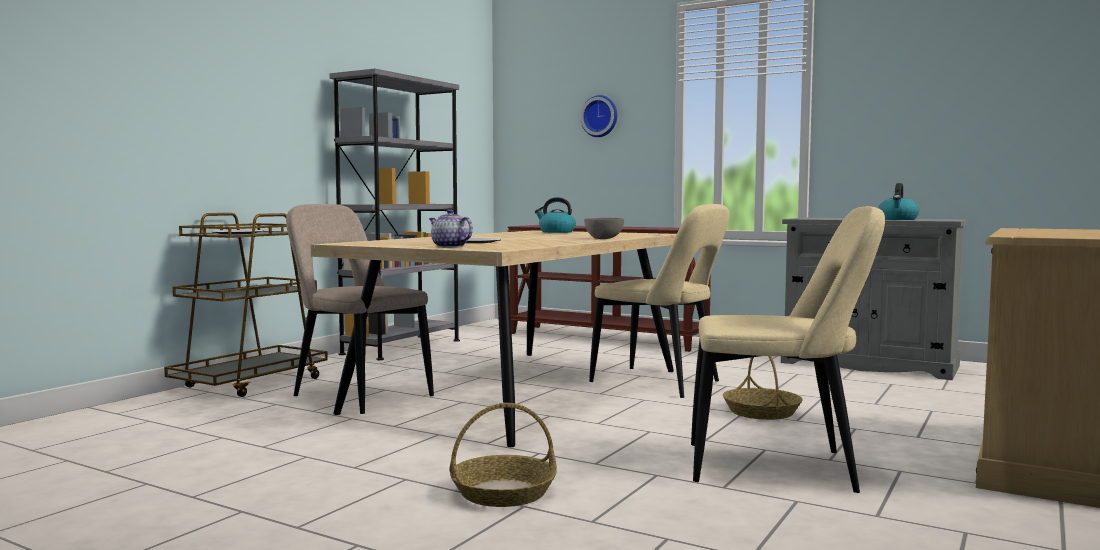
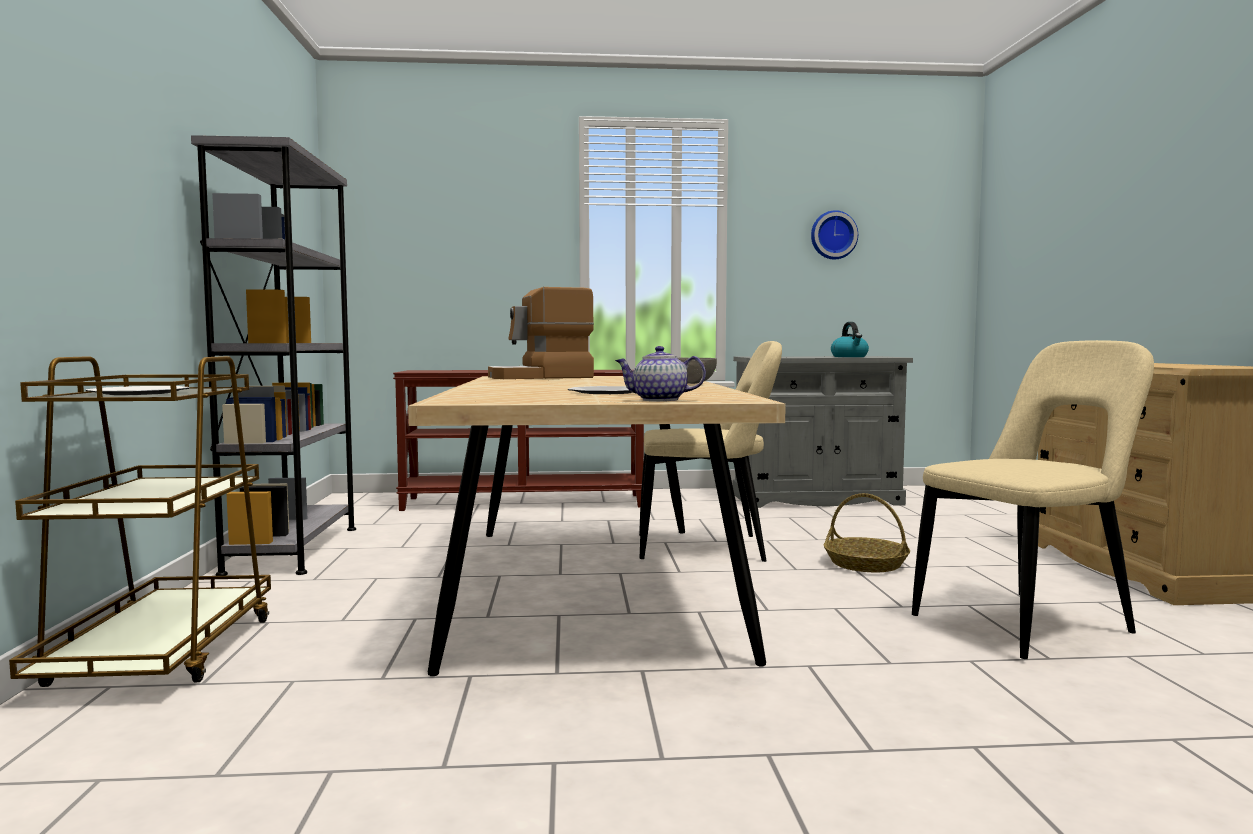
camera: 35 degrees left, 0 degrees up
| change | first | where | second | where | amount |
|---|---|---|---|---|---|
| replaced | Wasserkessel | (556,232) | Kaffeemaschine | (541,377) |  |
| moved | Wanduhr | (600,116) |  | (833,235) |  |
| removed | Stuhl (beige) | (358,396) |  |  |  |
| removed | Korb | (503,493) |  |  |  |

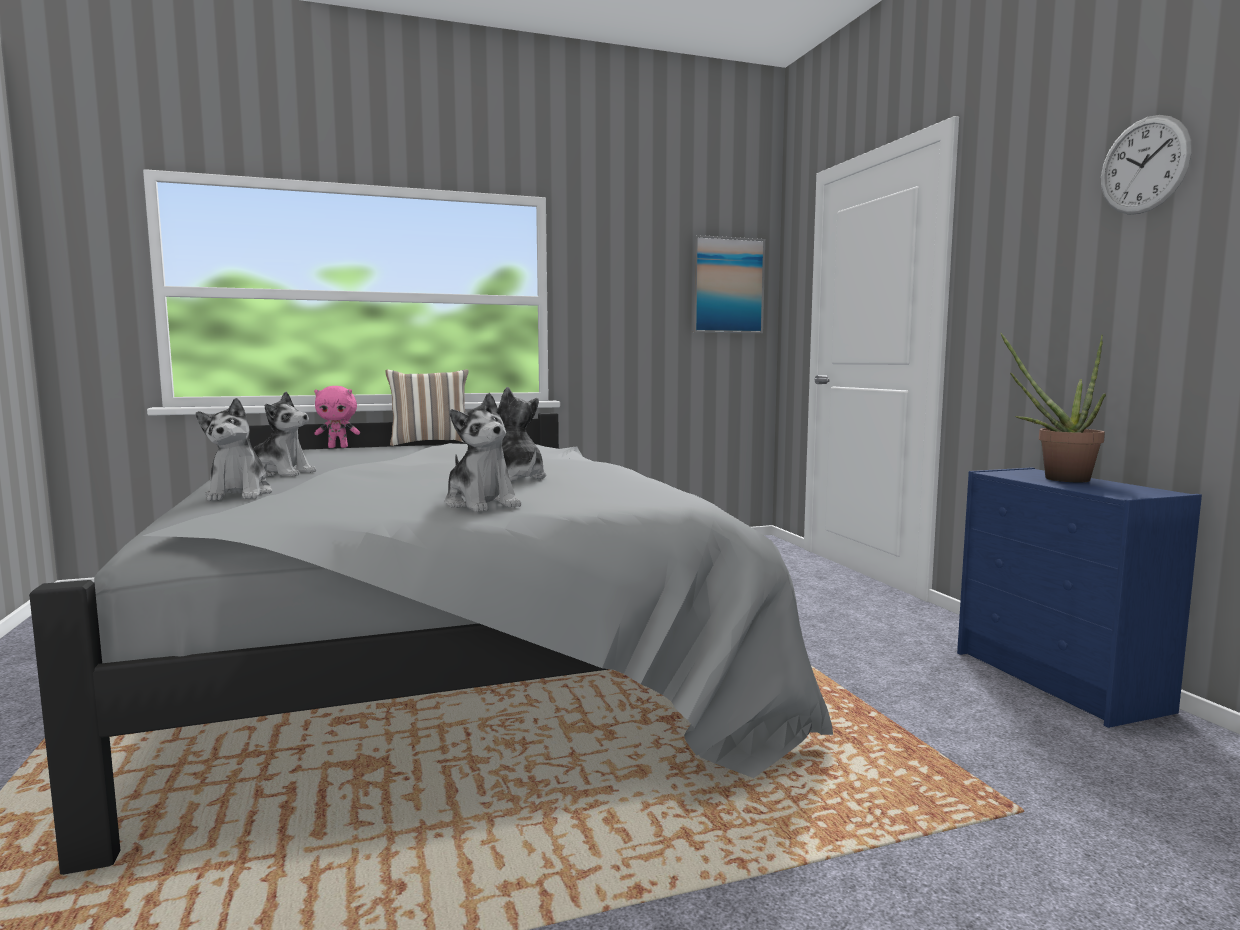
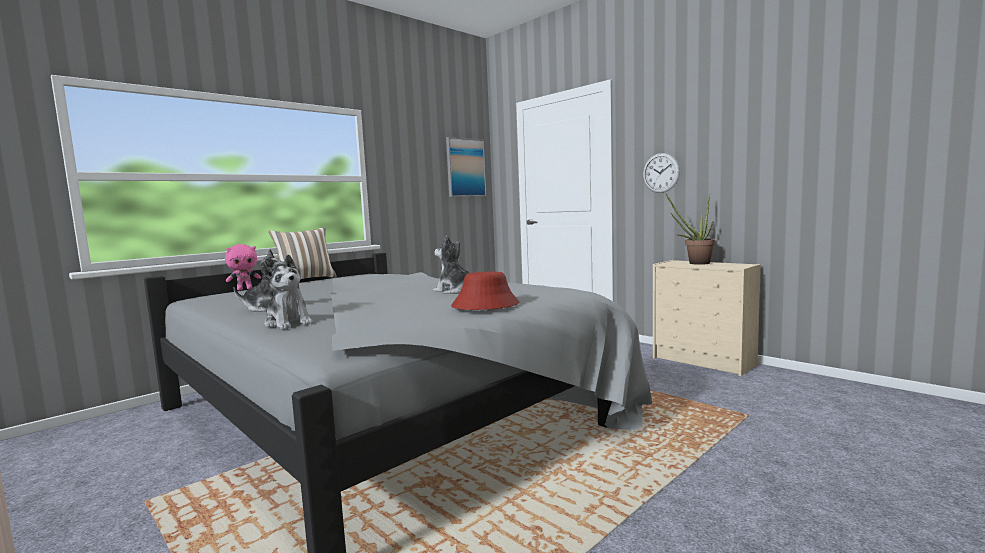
camera: 25 degrees left, 0 degrees up
| change | first | where | second | where | amount |
|---|---|---|---|---|---|
| replaced | Plüschtier | (481,504) | Hut (rot) | (485,305) |  |
| moved | Wanduhr | (1144,165) |  | (660,173) |  |
| recoloured | Kommode (blau) | (1060,681) | Kommode (beige) | (704,361) |  |

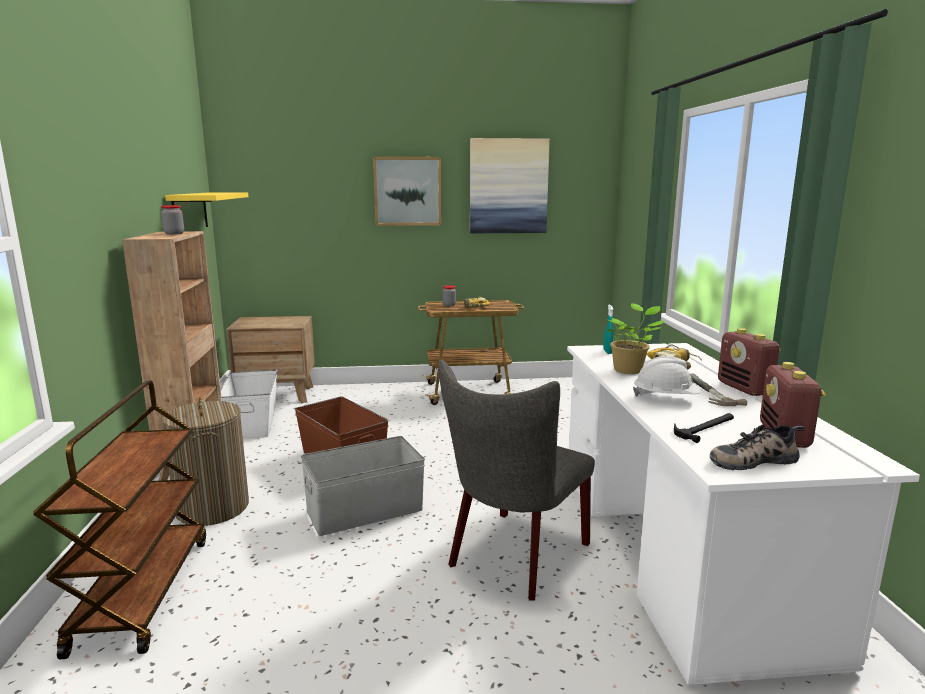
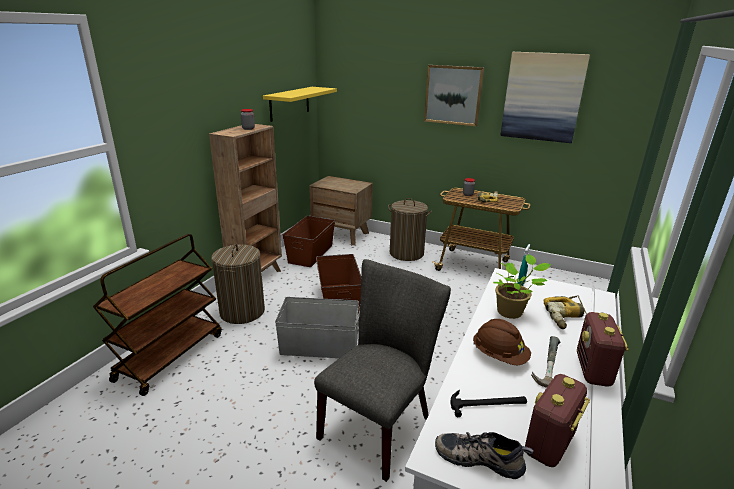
camera: 30 degrees right, 10 degrees up
| change | first | where | second | where | amount |
|---|---|---|---|---|---|
| recoloured | Aufbewahrungsbox (weiß) | (253,423) | Aufbewahrungsbox (braun) | (311,253) |  |
| turned | Stuhl (grau) | (514,558) |  | (380,423) | 150 degrees clockwise |
| added |  |  | Wäschekorb | (406,253) |  |
| recoloured | Schutzhelm (weiß) | (665,398) | Schutzhelm (braun) | (499,356) |  |

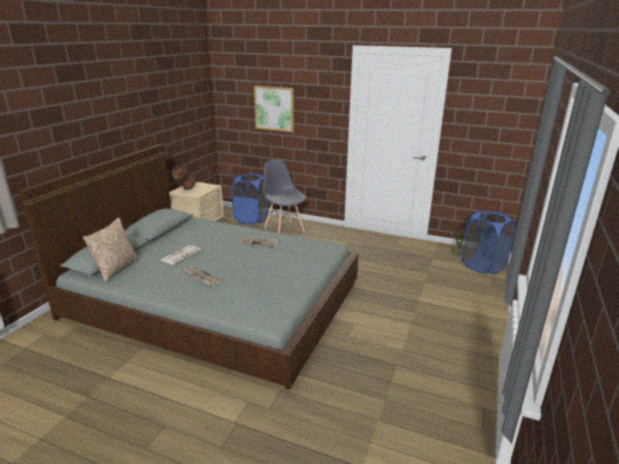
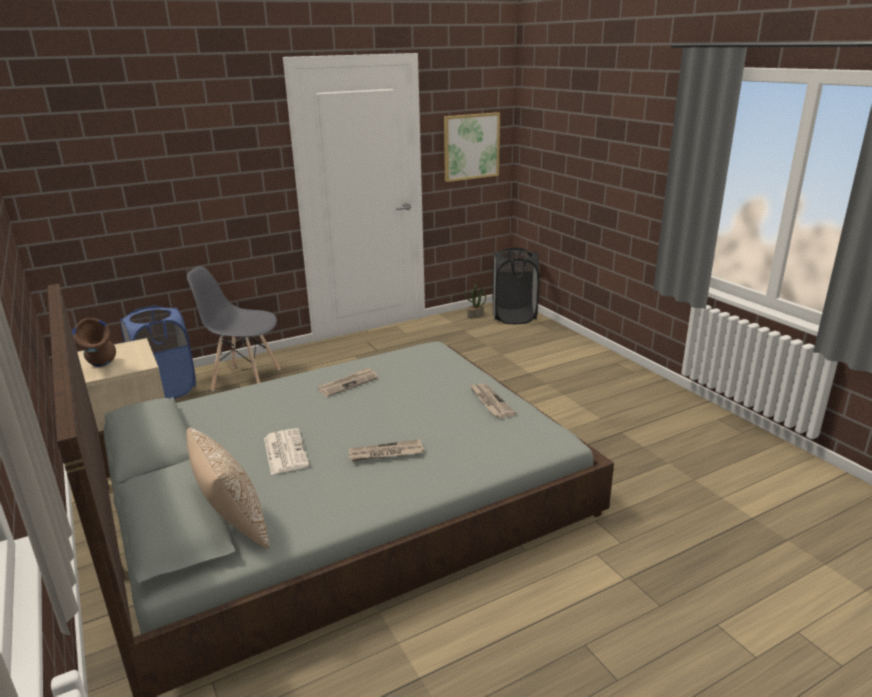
camera: 50 degrees left, 0 degrees up
| change | first | where | second | where | amount |
|---|---|---|---|---|---|
| moved | Bild | (274,108) |  | (471,146) |  |
| added |  |  | Zeitung | (490,402) |  |
| recoloured | Wäschekorb (blau) | (483,266) | Wäschekorb (schwarz) | (514,317) |  |

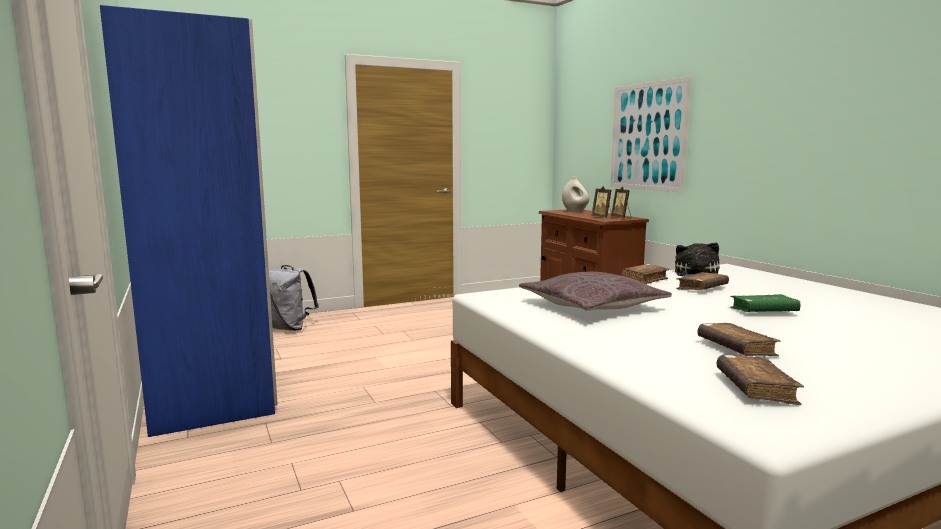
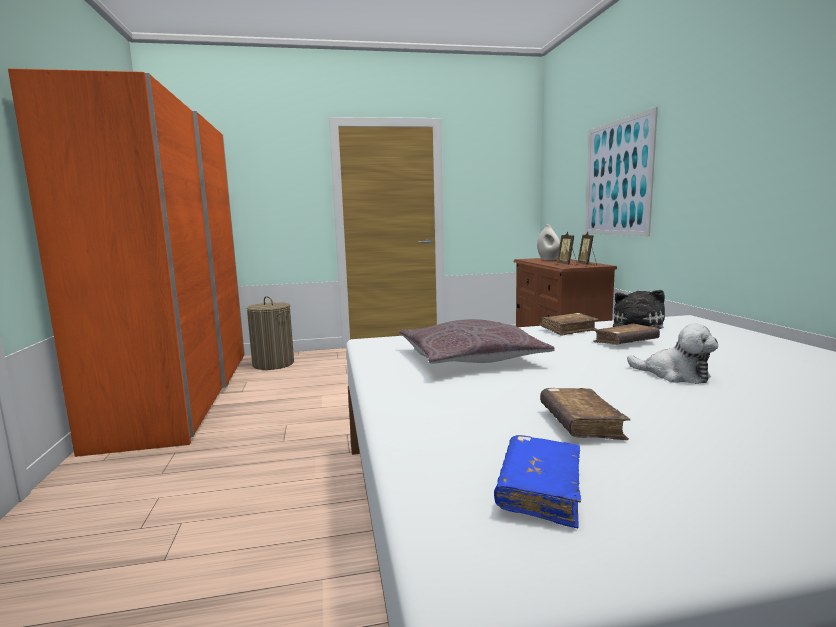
camera: 15 degrees right, 0 degrees up
| change | first | where | second | where | amount |
|---|---|---|---|---|---|
| recoloured | Kleiderschrank (blau) | (209,367) | Kleiderschrank (orange) | (180,395) |  |
| replaced | Rucksack (grau) | (290,328) | Wäschekorb | (273,364) |  |
| recoloured | Buch (braun) | (755,389) | Buch (blau) | (540,490) |  |
| replaced | Buch (grün) | (763,312) | Plüschtier | (674,375) |  |

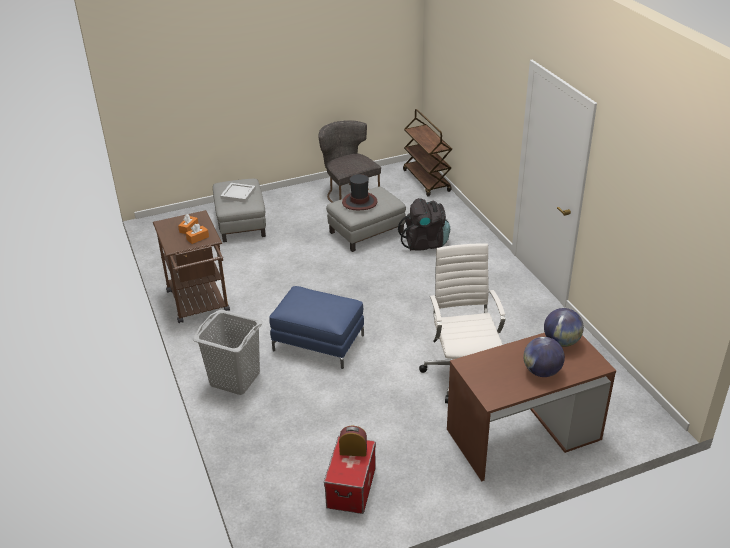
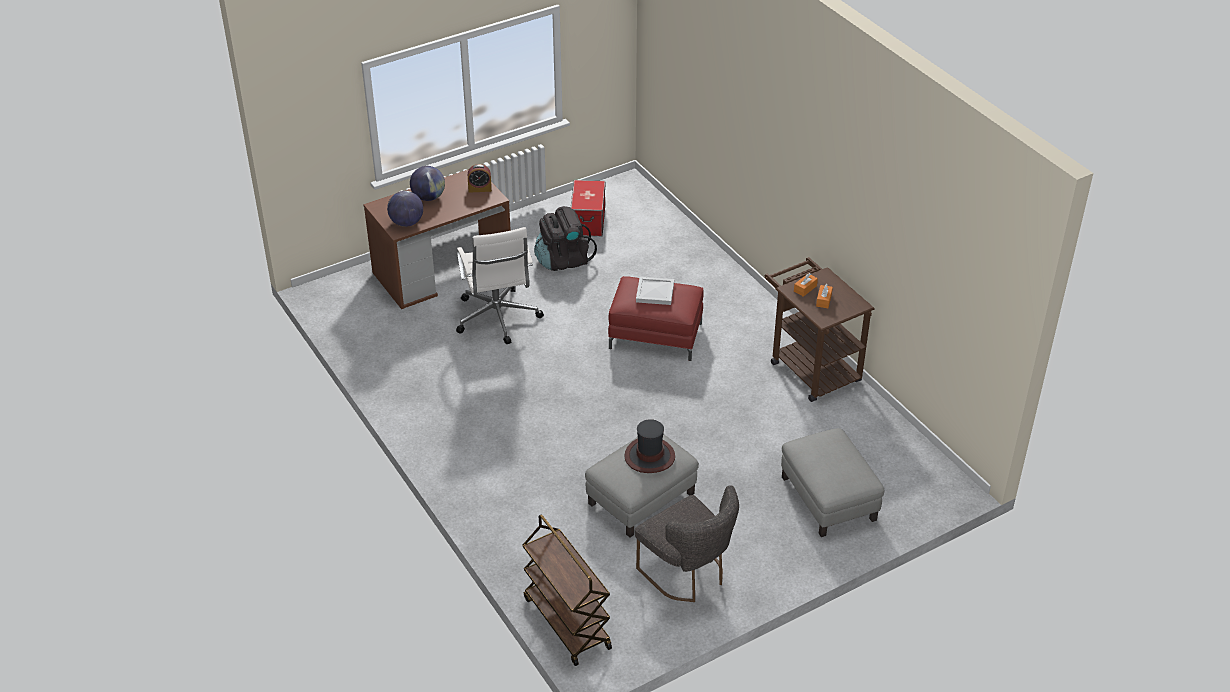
camera: 170 degrees right, 5 degrees up
| change | first | where | second | where | amount |
|---|---|---|---|---|---|
| moved | Wecker | (353,451) |  | (480,189) |  |
| moved | Rucksack (schwarz) | (425,243) |  | (563,260) |  |
| recoloured | Polsterhocker (blau) | (318,342) | Polsterhocker (rot) | (655,336) |  |
| moved | Tablett (weiß) | (238,194) |  | (654,292) |  |
| removed | Wäschekorb (grau) | (235,379) |  |  |  |

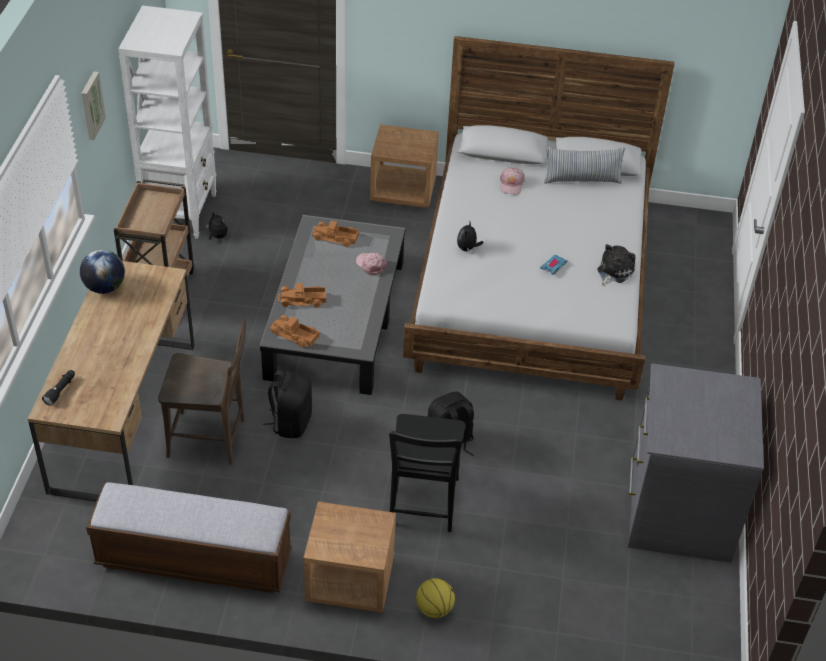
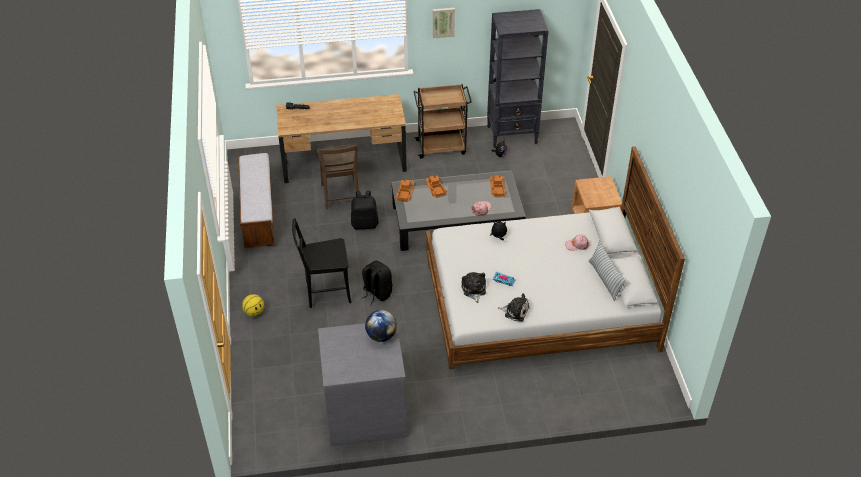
camera: 75 degrees right, 0 degrees up
| change | first | where | second | where | amount |
|---|---|---|---|---|---|
| moved | Globus | (105,287) |  | (381,336) |  |
| added |  |  | Plüschtier | (473,290) |  |
| recoloured | Bücherregal (weiß) | (181,212) | Bücherregal (schwarz) | (512,135) |  |
| removed | Nachttisch (braun) | (349,581) |  |  |  |

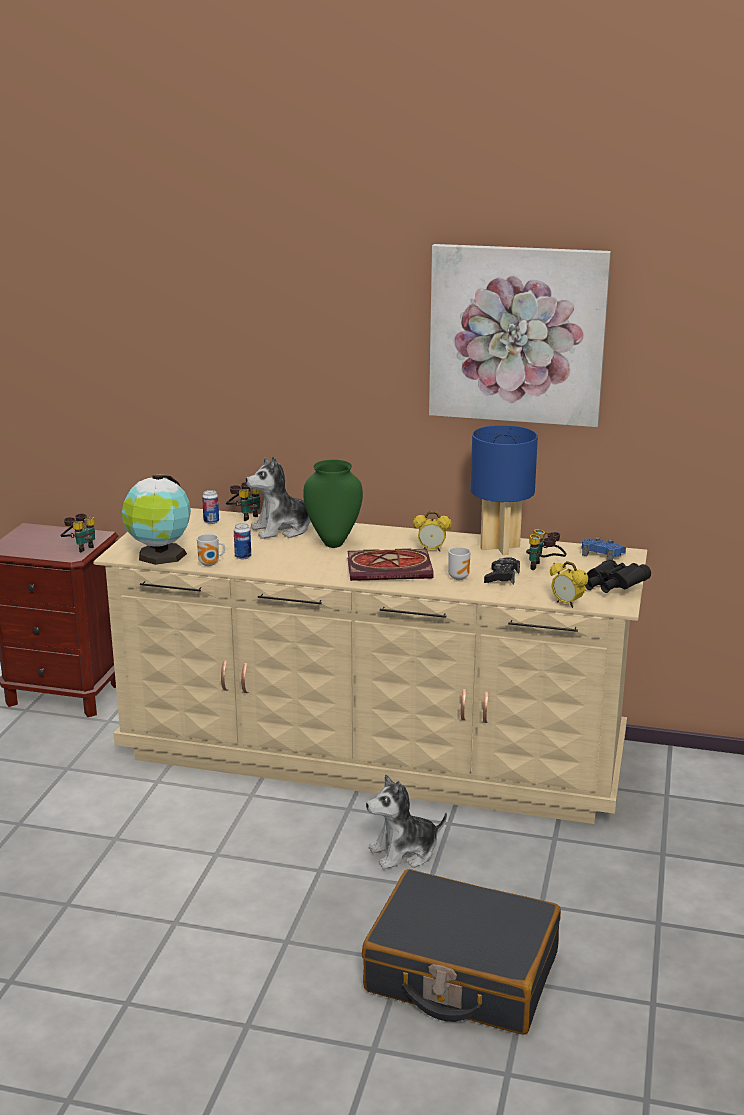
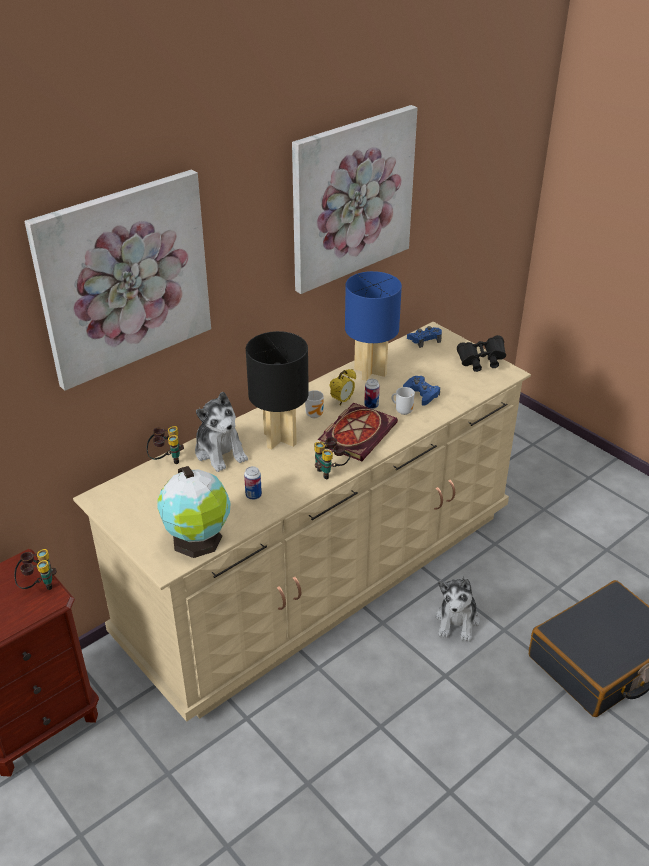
camera: 55 degrees left, 15 degrees up
| change | first | where | second | where | amount |
|---|---|---|---|---|---|
| added |  |  | Bild | (123,277) |  |
| turned | Plüschtier | (282,529) |  | (220,452) | 45 degrees counterclockwise |
| replaced | Vase (grün) | (333,544) | Tischlampe (schwarz) | (280,439) |  |
| moved | Henkelbecher | (210,564) |  | (315,414) |  |
| moved | Fernglas | (545,568) |  | (331,471) |  |
| moved | Dose | (211,521) |  | (371,405) |  |
| recoloured | Gamepad (schwarz) | (502,577) | Gamepad (blau) | (421,394) |  |
| removed | Wecker | (567,604) |  |  |  |

